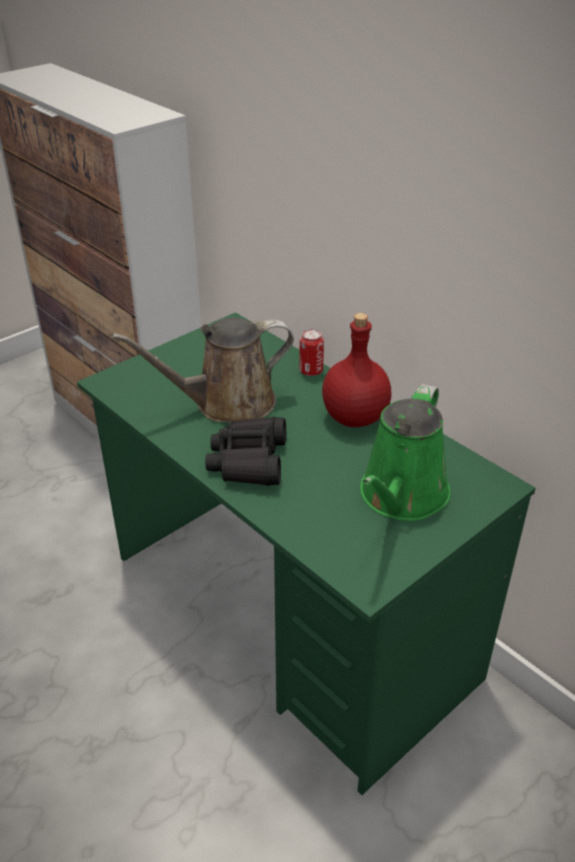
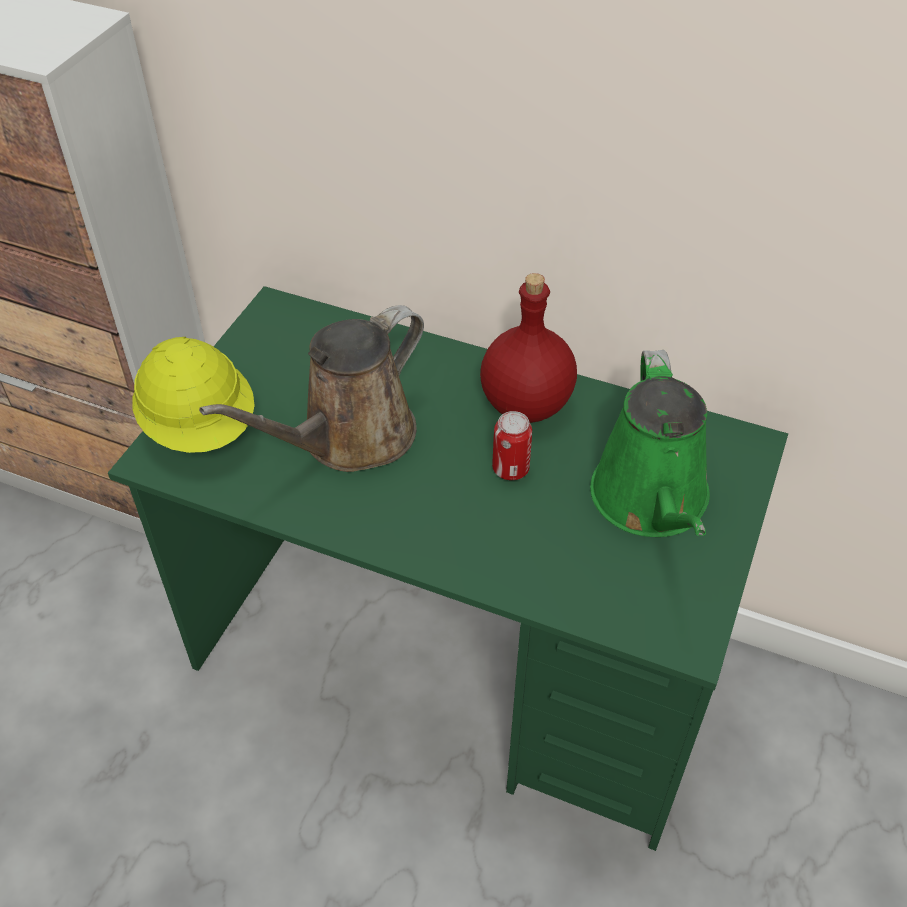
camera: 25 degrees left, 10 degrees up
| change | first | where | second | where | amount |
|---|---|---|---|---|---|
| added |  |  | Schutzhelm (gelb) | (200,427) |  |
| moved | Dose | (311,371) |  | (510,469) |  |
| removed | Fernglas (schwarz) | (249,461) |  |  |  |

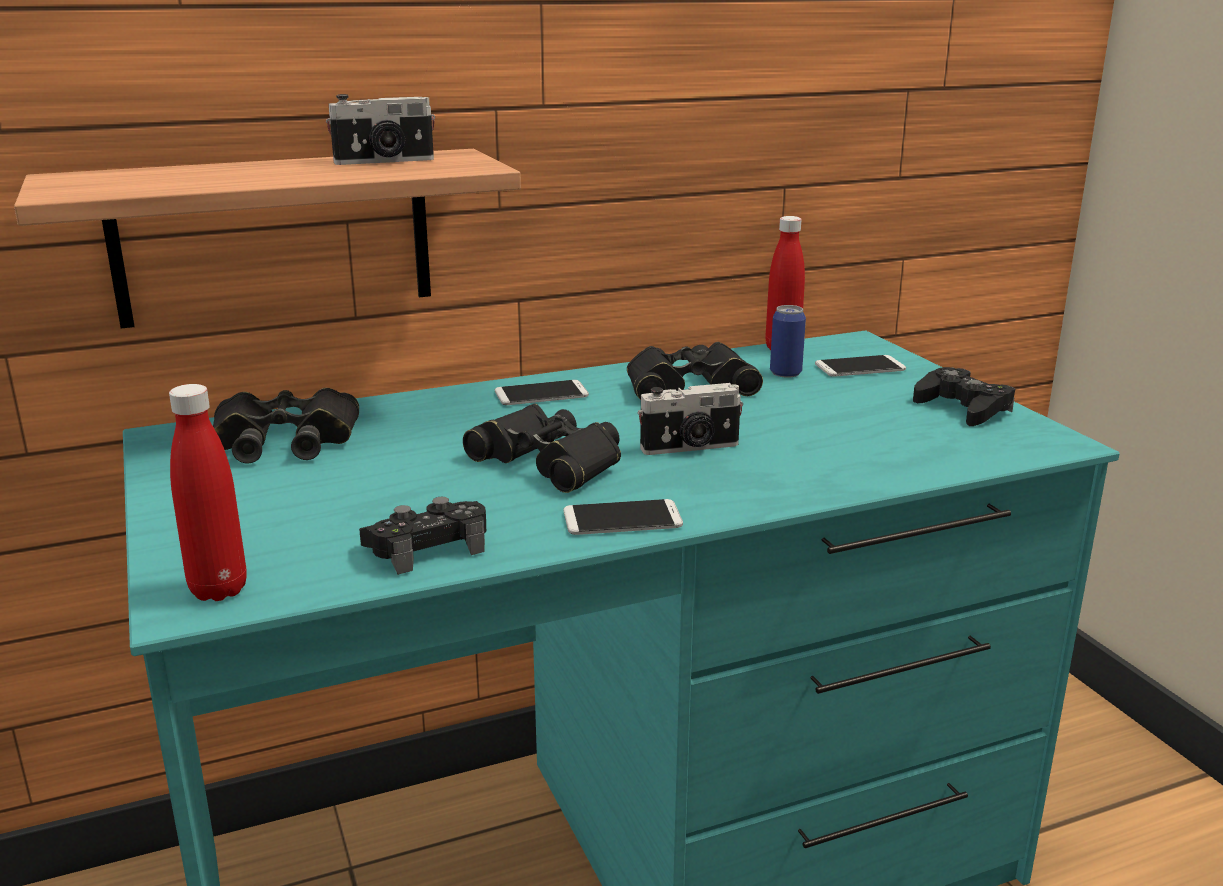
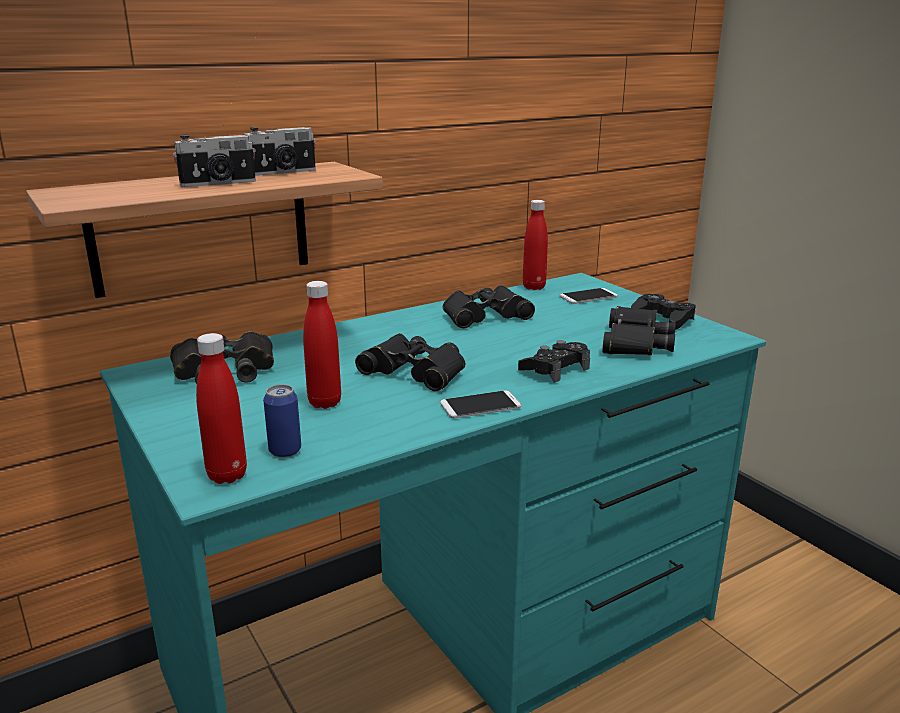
camera: 10 degrees left, 0 degrees up
| change | first | where | second | where | amount |
|---|---|---|---|---|---|
| moved | Kamera | (690,448) |  | (218,183) |  |
| moved | Dose | (785,373) |  | (285,451) |  |
| added |  |  | Flasche (rot) | (324,403) |  |
| moved | Gamepad (schwarz) | (427,547) |  | (555,369) |  |
| added |  |  | Fernglas (schwarz) | (635,342) |  |
| removed | Handy | (541,394) |  |  |  |

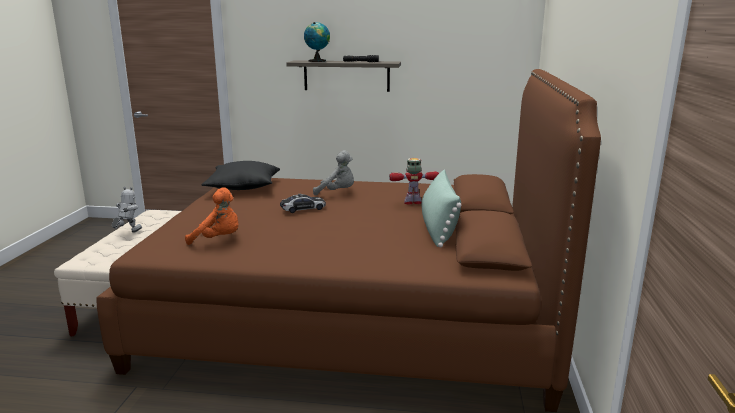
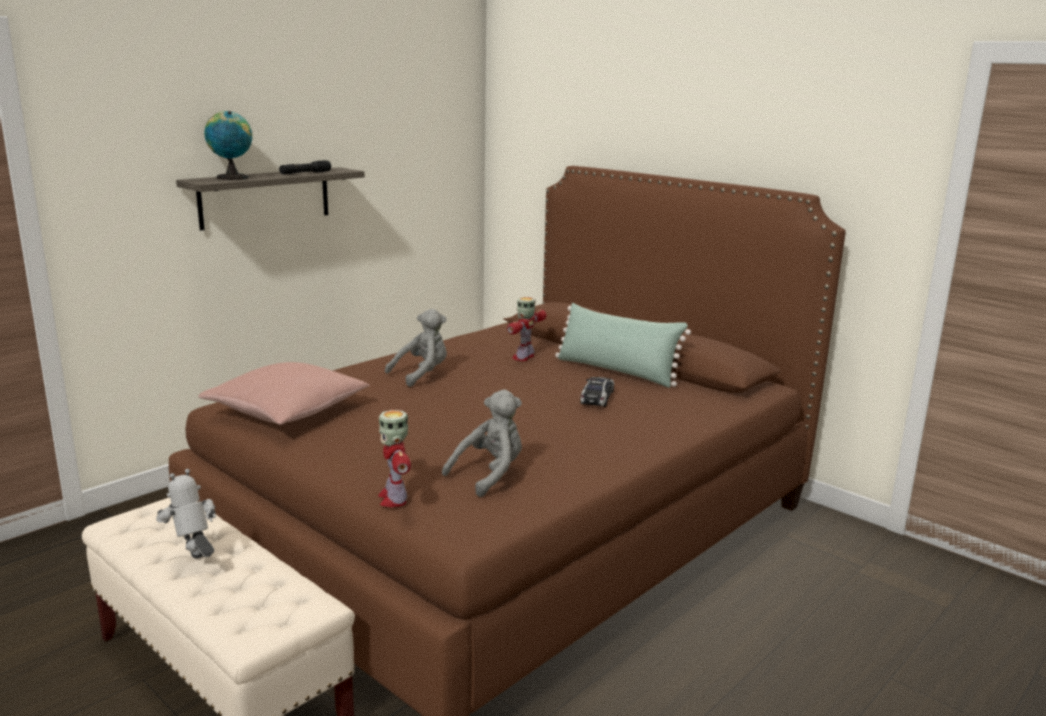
camera: 55 degrees left, 0 degrees up
| change | first | where | second | where | amount |
|---|---|---|---|---|---|
| recoloured | Kissen (schwarz) | (243,187) | Kissen (rosa) | (287,412) |  |
| added |  |  | Spielzeugroboter | (394,498) |  |
| recoloured | Plüschtier (orange) | (218,239) | Plüschtier (grau) | (490,475) |  |
| moved | Spielzeugauto | (303,209) |  | (597,398) |  |

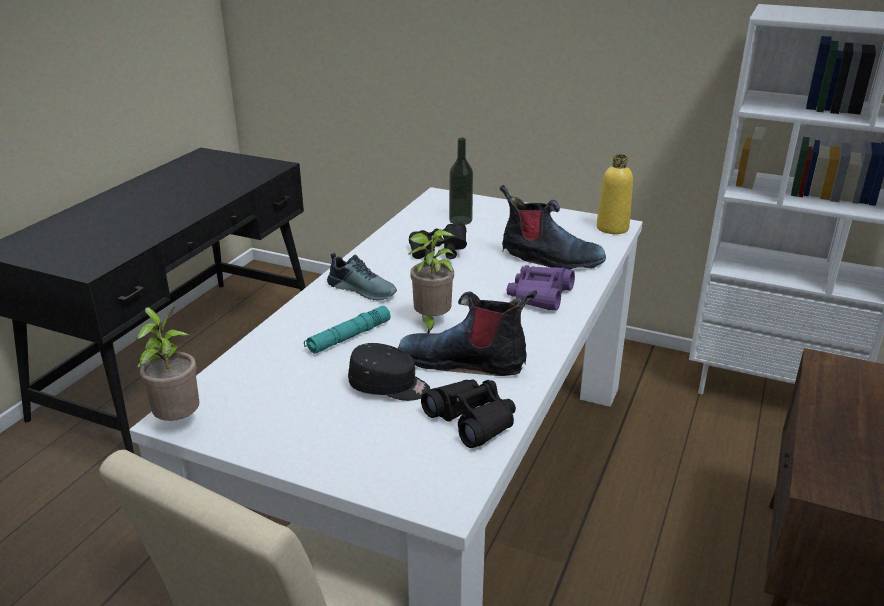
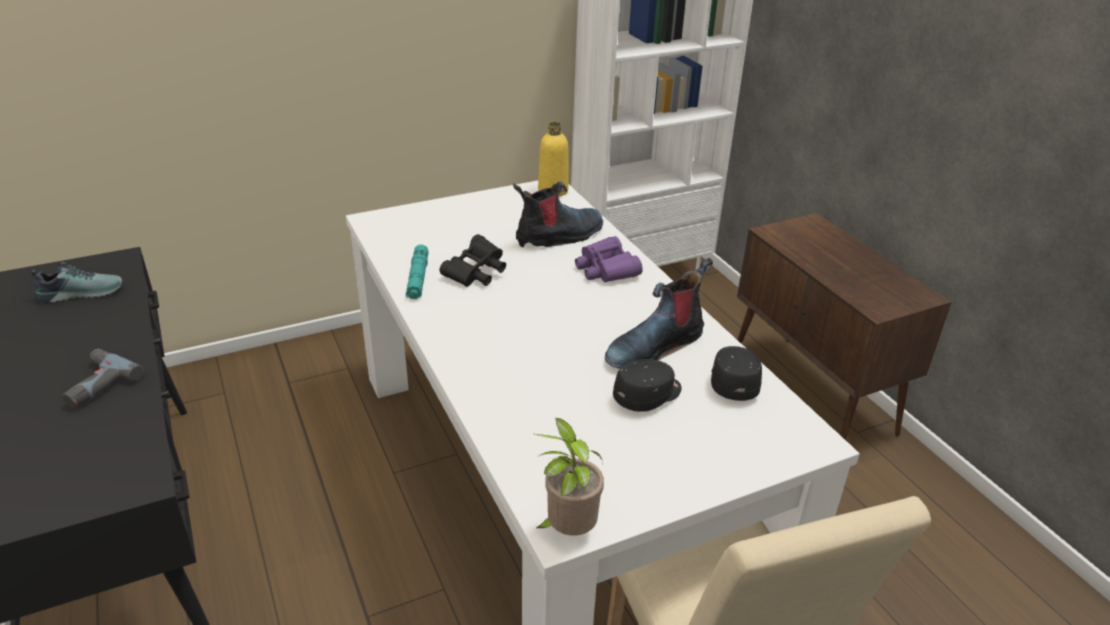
camera: 50 degrees left, 5 degrees up
| change | first | where | second | where | amount |
|---|---|---|---|---|---|
| moved | Schuh | (363,289) |  | (81,292) |  |
| added |  |  | Bohrmaschine | (94,384) |  |
| moved | Taschenlampe (türkis) | (349,337) |  | (418,278) |  |
| replaced | Fernglas (schwarz) | (472,420) | Kappe (schwarz) | (733,382) |  |
| removed | Topfpflanze | (431,322) |  |  |  |
| removed | Flasche | (460,220) |  |  |  |

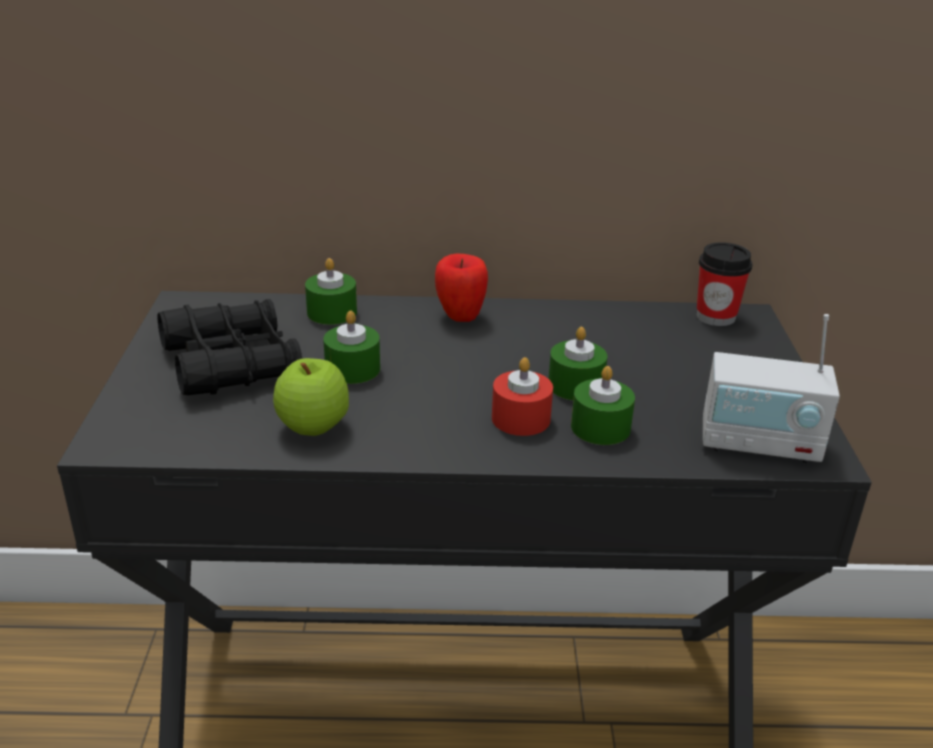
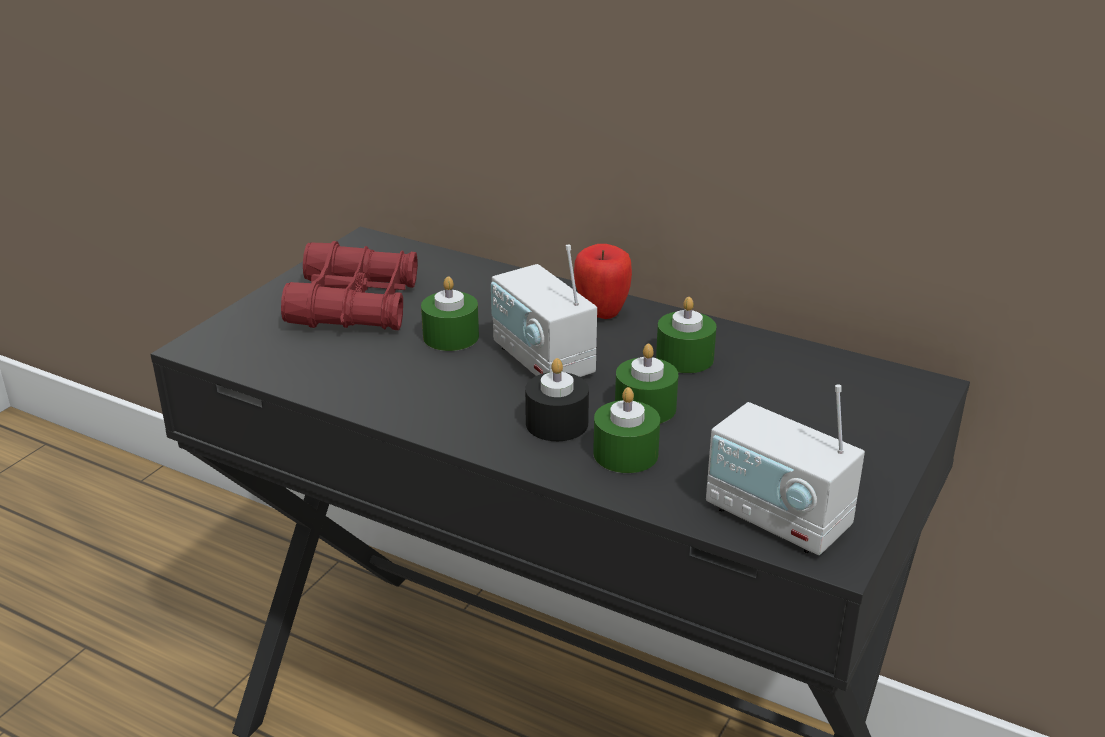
camera: 30 degrees right, 0 degrees up
| change | first | where | second | where | amount |
|---|---|---|---|---|---|
| recoloured | Fernglas (schwarz) | (232,363) | Fernglas (rot) | (355,305) |  |
| added |  |  | Radio | (542,361) |  |
| recoloured | Kerze (rot) | (521,418) | Kerze (schwarz) | (557,423) |  |
| moved | Kerze (grün) | (332,312) |  | (684,358) |  |
| removed | Apfel | (313,428) |  |  |  |
| removed | Tasse | (715,316) |  |  |  |

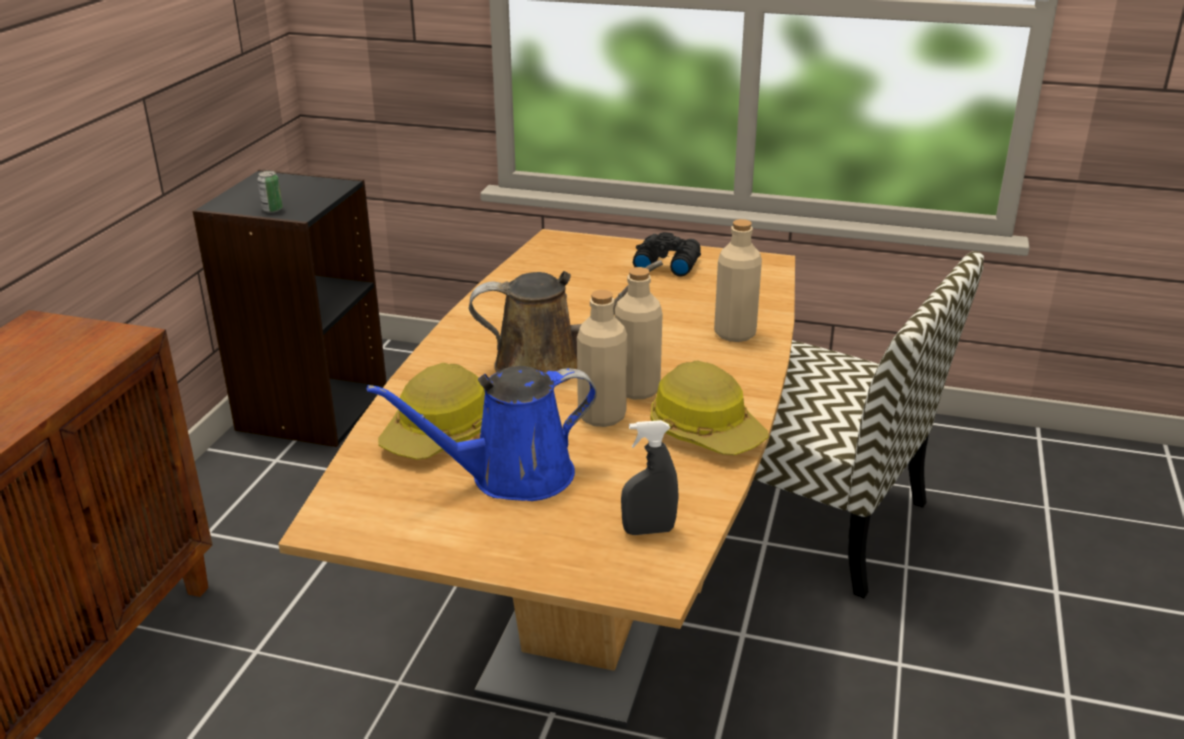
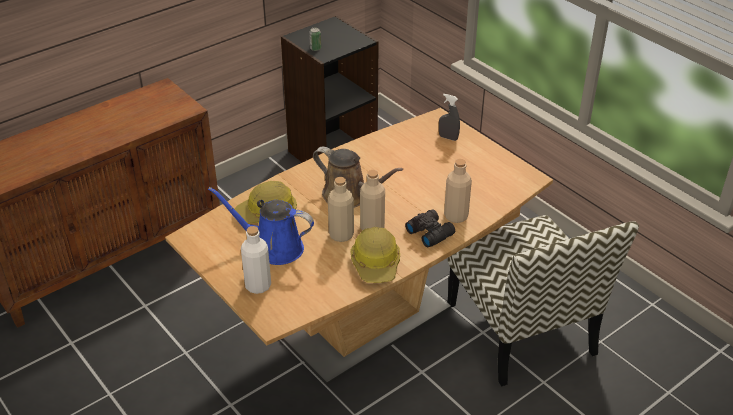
camera: 35 degrees right, 10 degrees up
| change | first | where | second | where | amount |
|---|---|---|---|---|---|
| added |  |  | Flasche (weiß) | (258,286) |  |
| moved | Fernglas (schwarz) | (665,264) |  | (430,232) |  |
| moved | Sprühflasche (grau) | (648,530) |  | (448,138) |  |

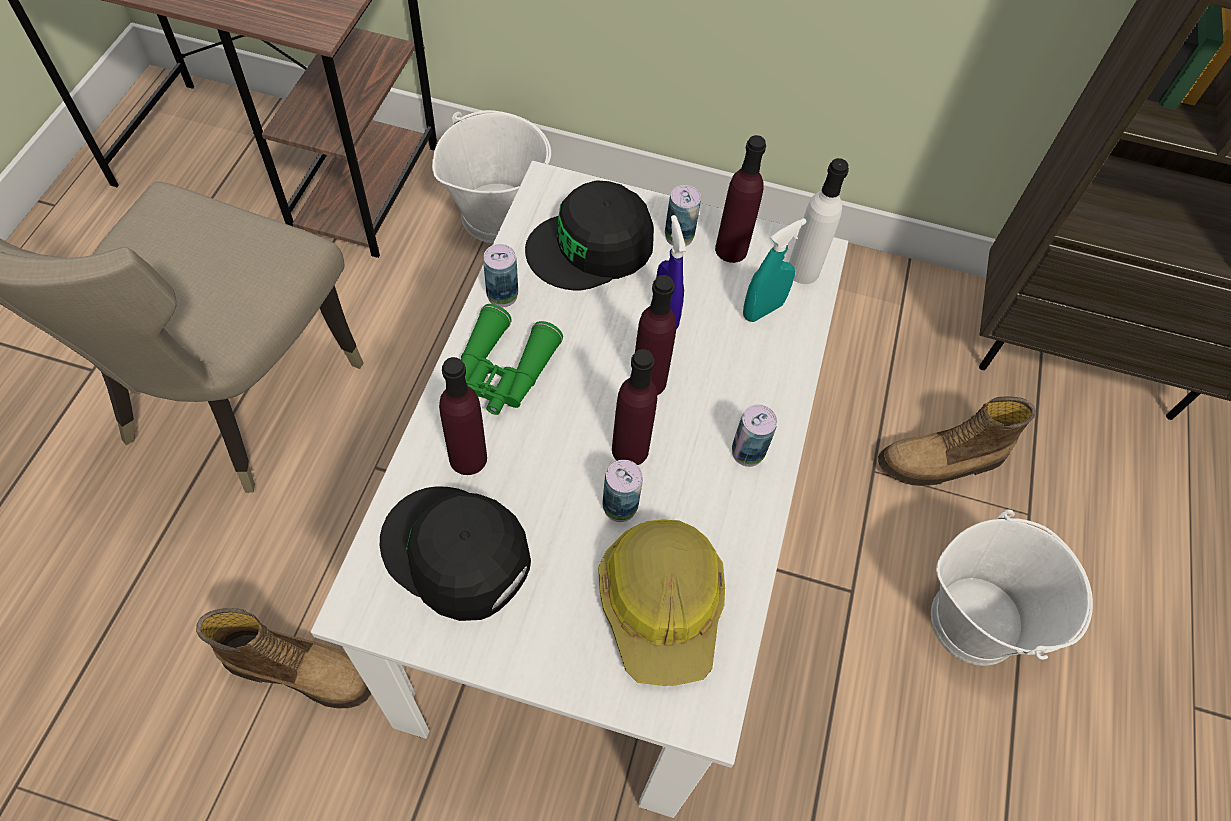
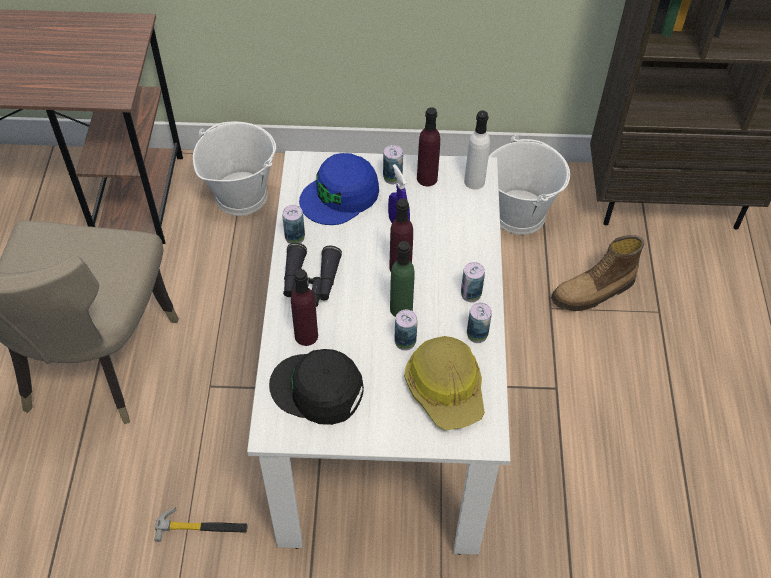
camera: 10 degrees left, 5 degrees down
| change | first | where | second | where | amount |
|---|---|---|---|---|---|
| replaced | Stiefel | (300,669) | Hammer | (202,527) |  |
| recoloured | Fernglas (grün) | (502,372) | Fernglas (schwarz) | (310,282) |  |
| recoloured | Kappe (schwarz) | (591,247) | Kappe (blau) | (340,196) |  |
| recoloured | Flasche (lila) | (630,449) | Flasche (grün) | (401,308) |  |
| added |  |  | Dose | (477,334) |  |
| moved | Eimer (weiß) | (974,620) |  | (519,213) |  |
| removed | Sprühflasche (türkis) | (762,310) |  |  |  |

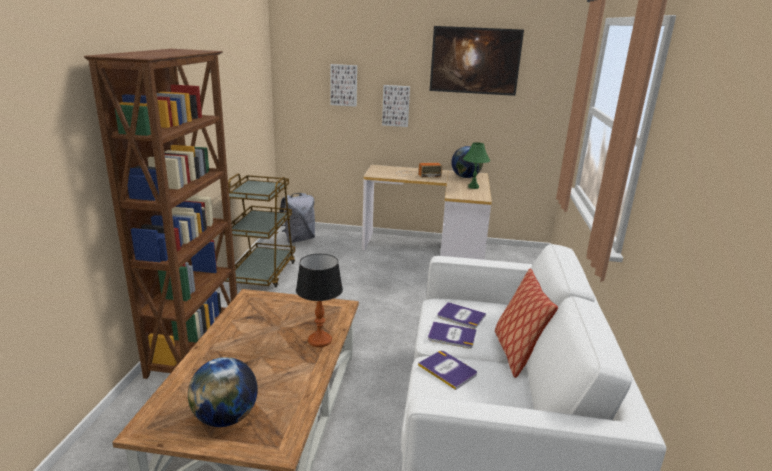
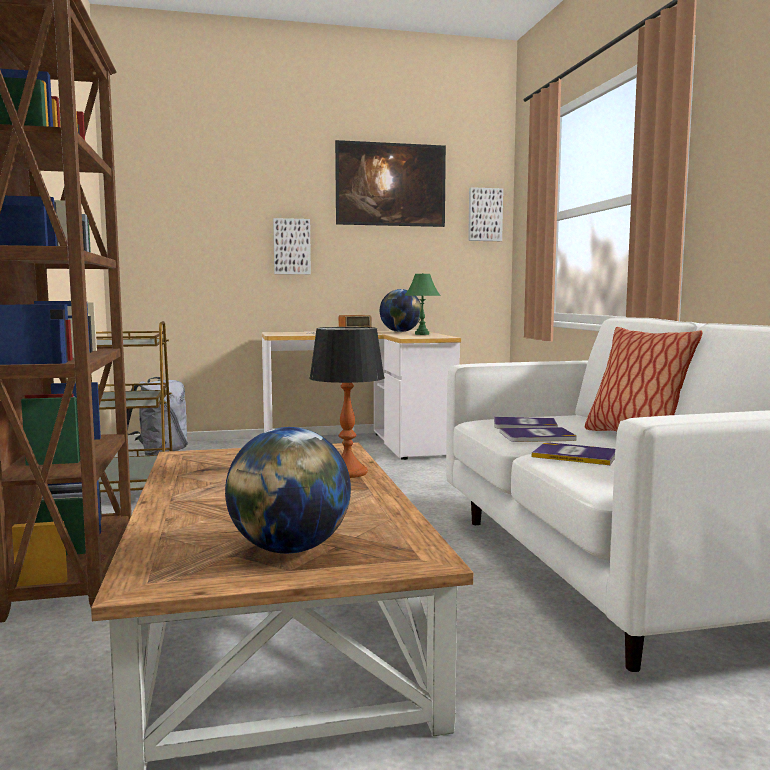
camera: 20 degrees left, 15 degrees down
| change | first | where | second | where | amount |
|---|---|---|---|---|---|
| moved | Bild | (344,85) |  | (484,215) |  |

